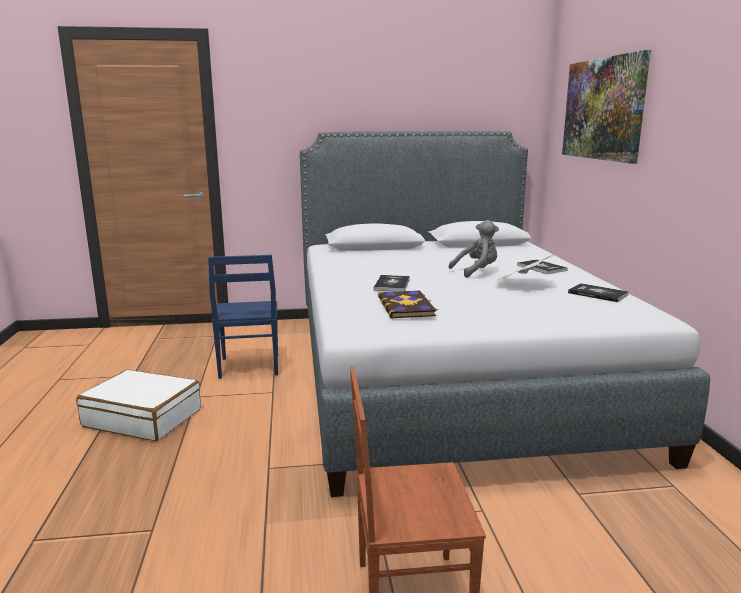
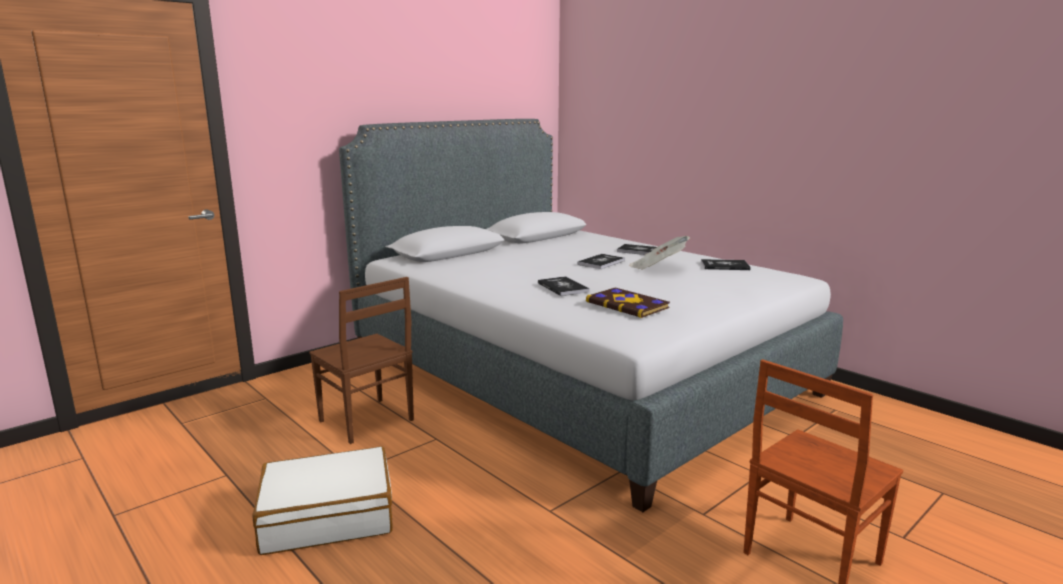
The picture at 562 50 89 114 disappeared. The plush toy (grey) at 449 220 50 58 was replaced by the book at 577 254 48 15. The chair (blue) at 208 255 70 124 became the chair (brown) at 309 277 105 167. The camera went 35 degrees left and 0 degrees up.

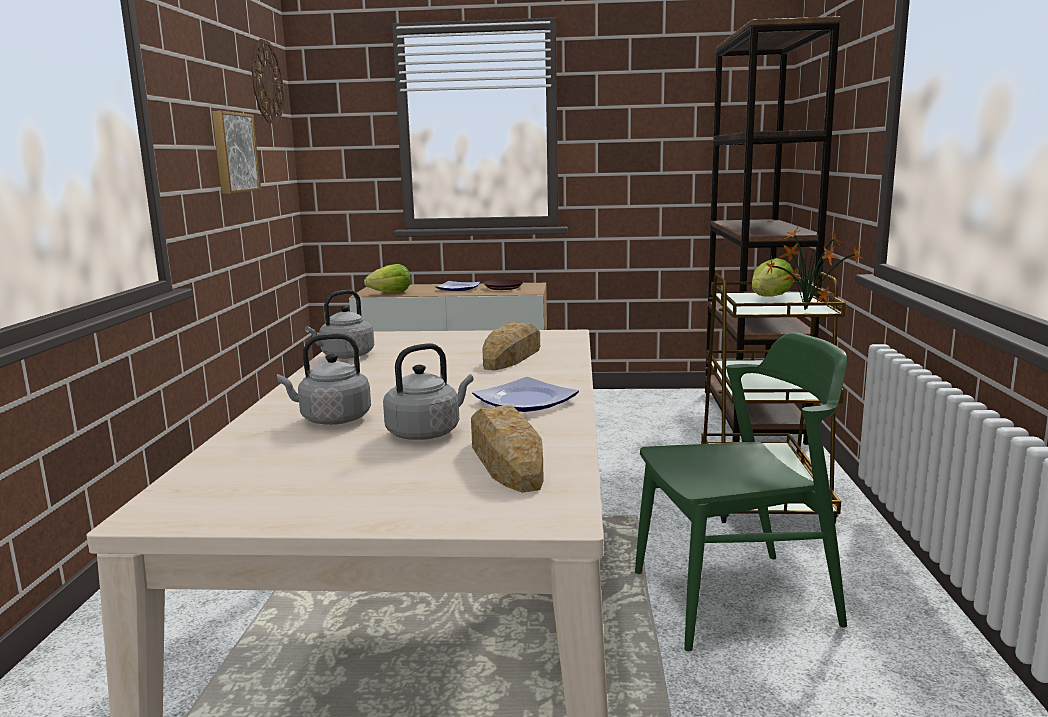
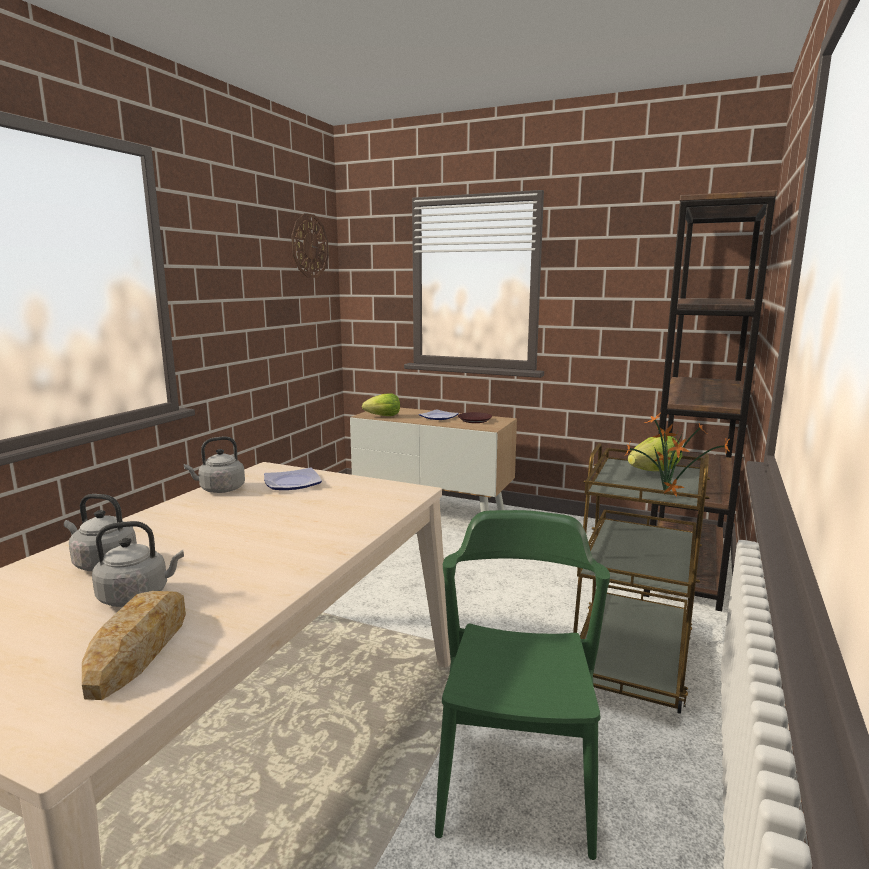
The picture at 212 111 49 83 disappeared. The bread at 482 322 58 48 disappeared. The chair (green) at 635 332 212 319 turned 90 degrees counterclockwise. The plate moved from 472 377 107 35 to 264 467 58 23. The camera went 20 degrees right and 0 degrees up.

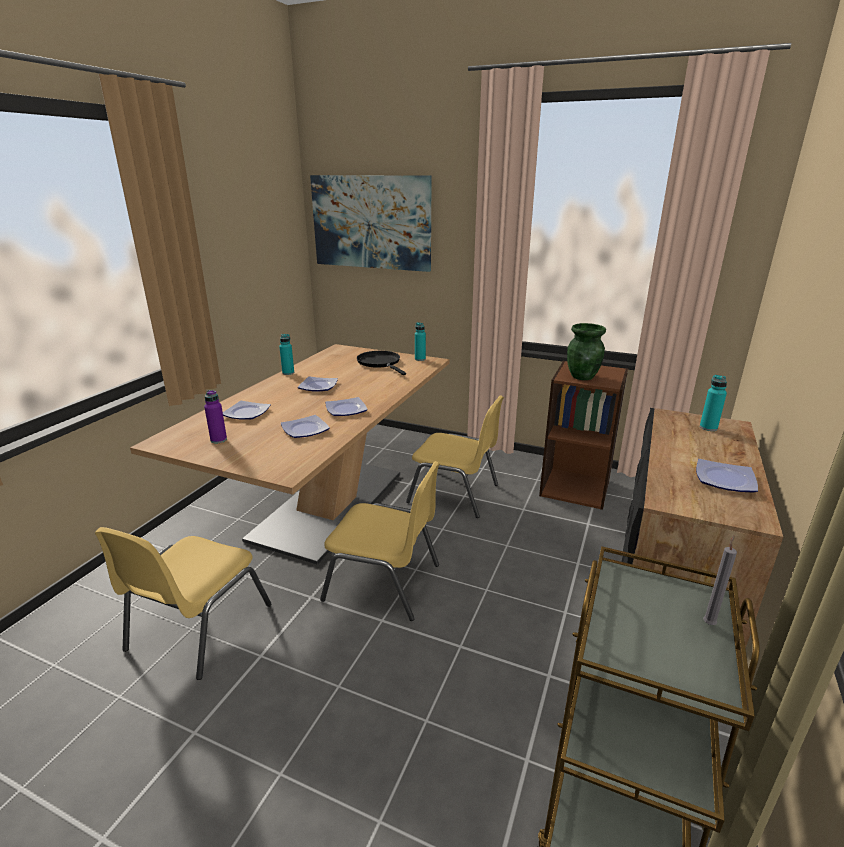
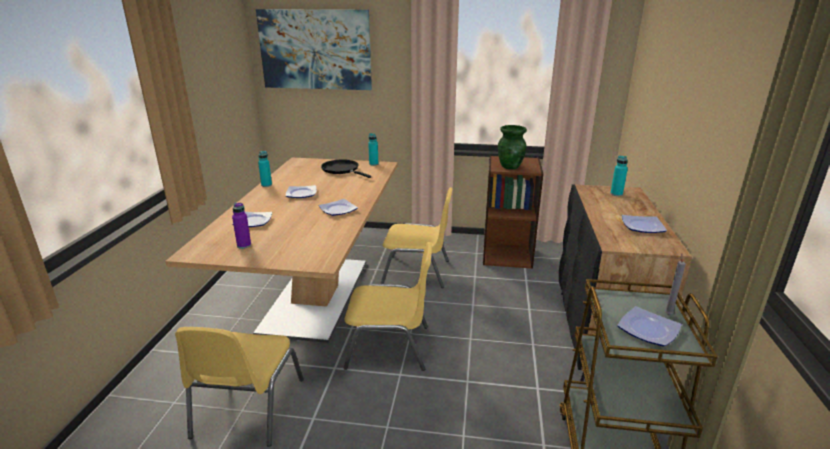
The plate moved from 281 415 49 23 to 617 306 65 40. The camera went 15 degrees left and 0 degrees up.

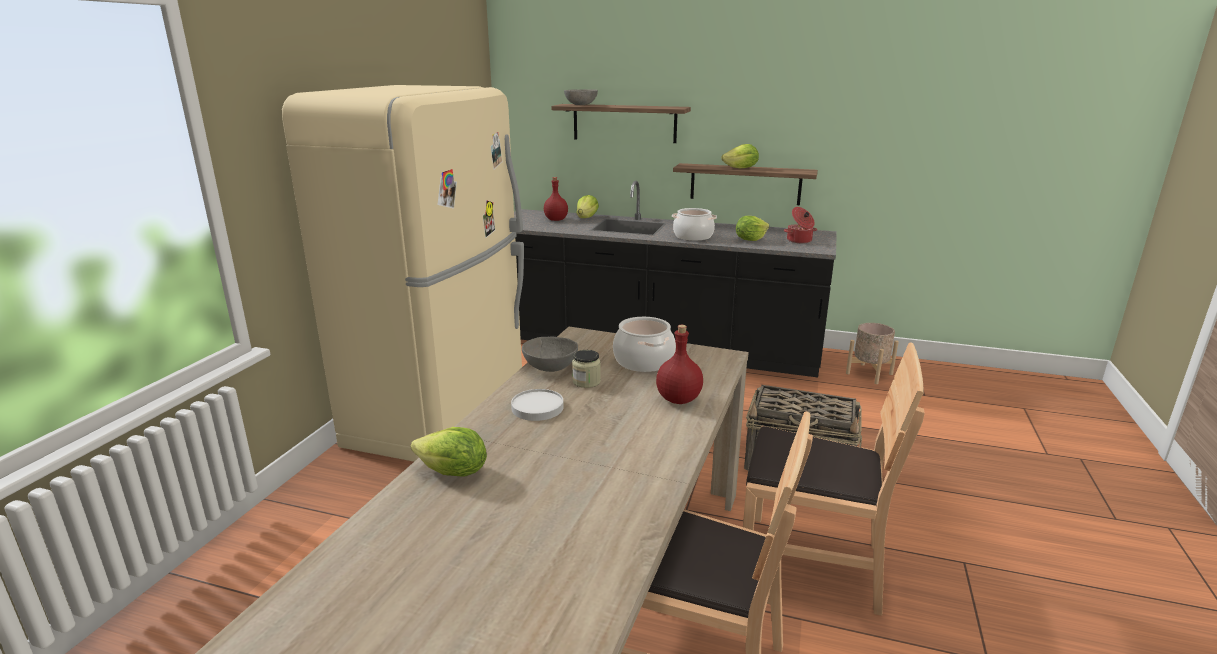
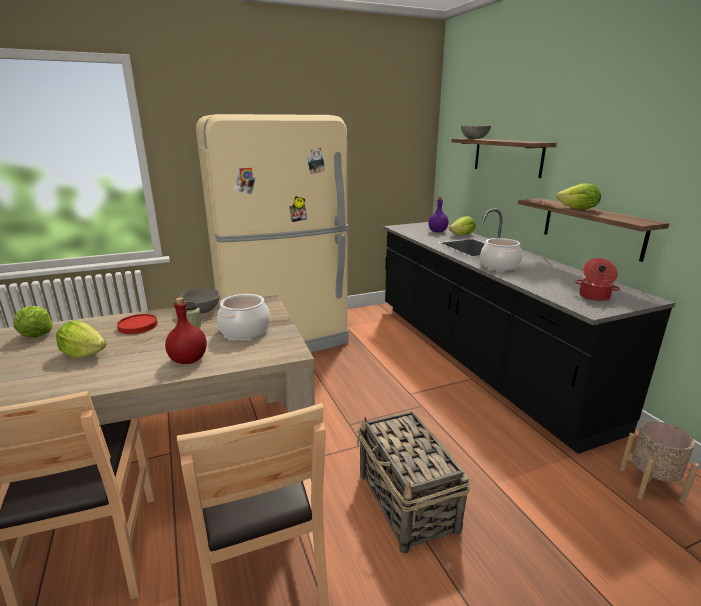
The bottle (red) at 544 177 24 44 became the bottle (purple) at 428 197 21 35. The lettuce moved from 736 216 33 25 to 56 320 51 38. The plate (white) at 511 389 53 32 became the plate (red) at 117 314 41 20. The camera went 50 degrees right and 0 degrees up.

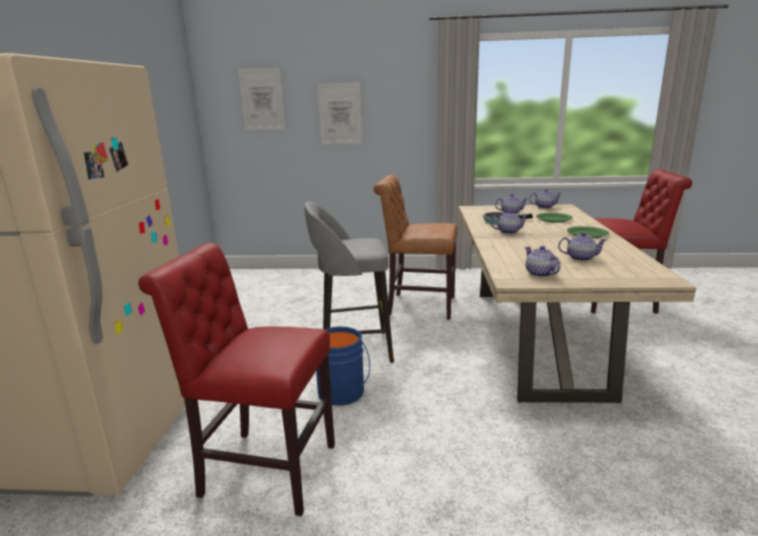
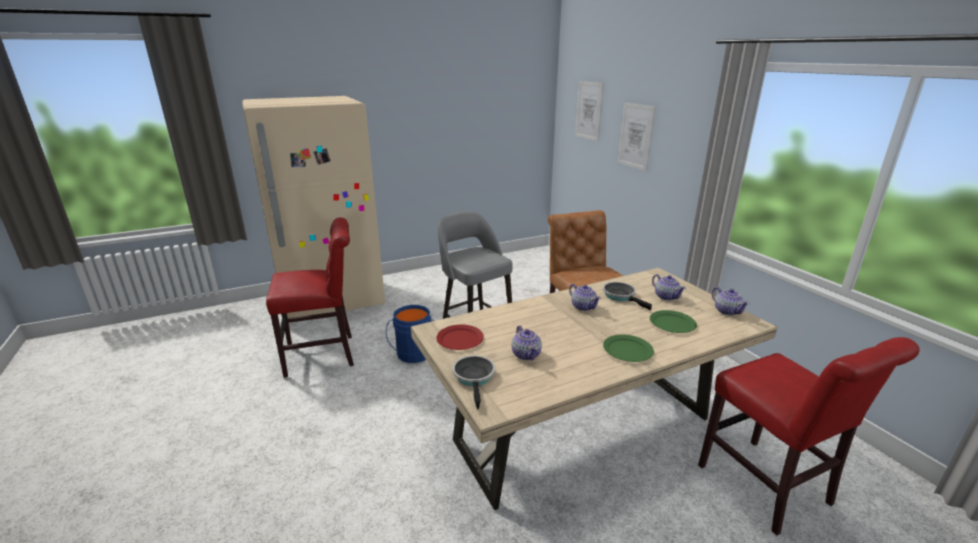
The chair (red) at 138 243 197 273 turned 90 degrees clockwise. The teapot at 525 246 36 31 was replaced by the plate (red) at 436 325 48 25. The frying pan at 452 355 43 55 appeared. The camera went 60 degrees right and 5 degrees up.

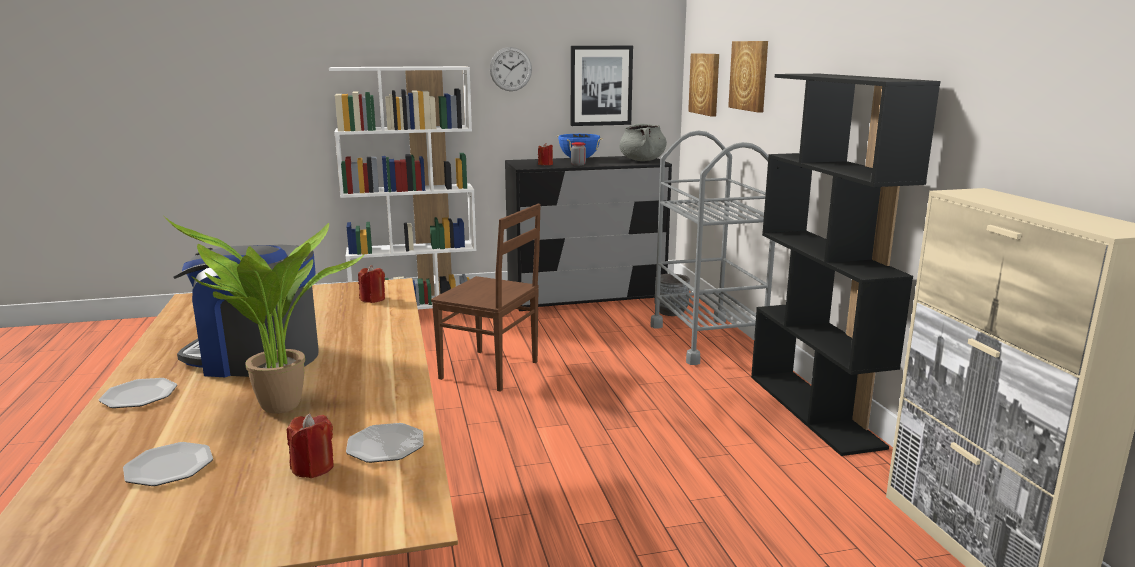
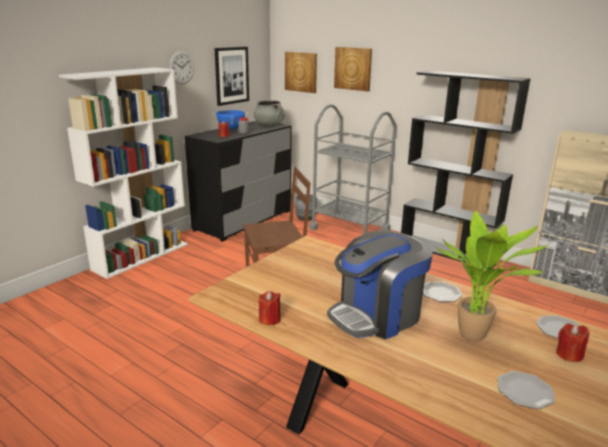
The candle (red) moved from 358 265 27 38 to 259 291 22 34. The plate moved from 99 378 78 30 to 423 282 39 20. The camera went 40 degrees left and 5 degrees up.

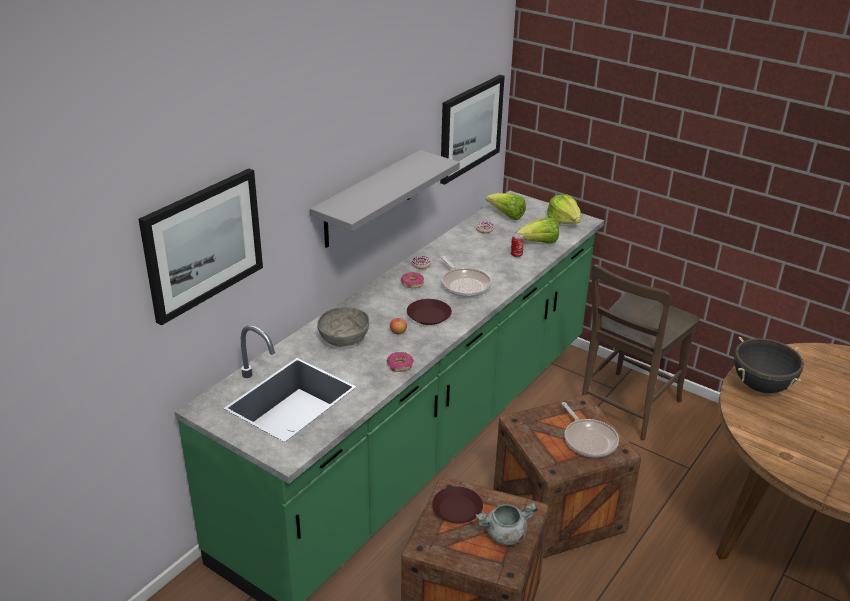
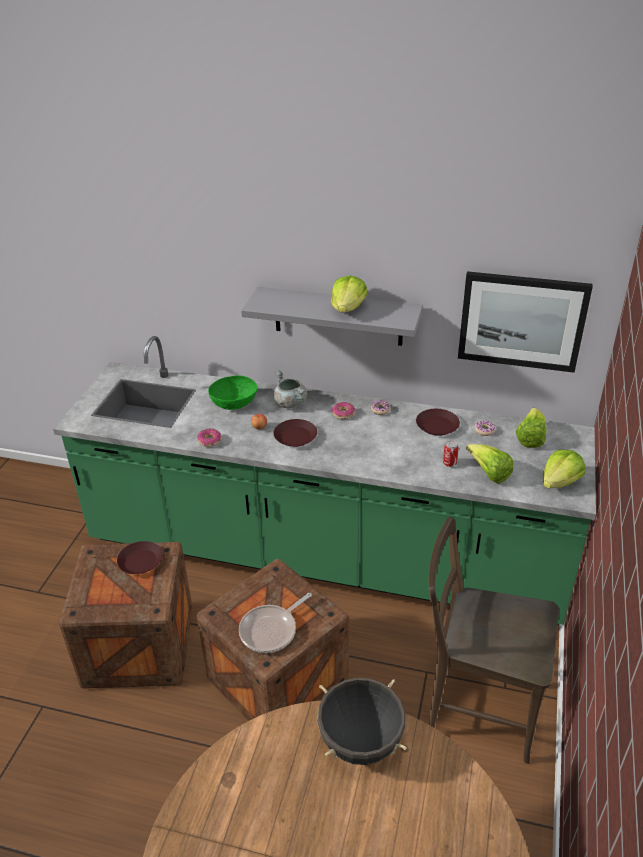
The picture at 139 169 124 157 disappeared. The frying pan at 441 256 51 41 disappeared. The bowl (grey) at 317 307 52 40 became the bowl (green) at 208 376 50 34. The cooking pot (grey) moved from 476 502 60 43 to 274 371 33 37. The lettuce at 331 276 37 37 appeared. The plate (brown) at 416 409 44 27 appeared. The camera went 70 degrees right and 5 degrees up.

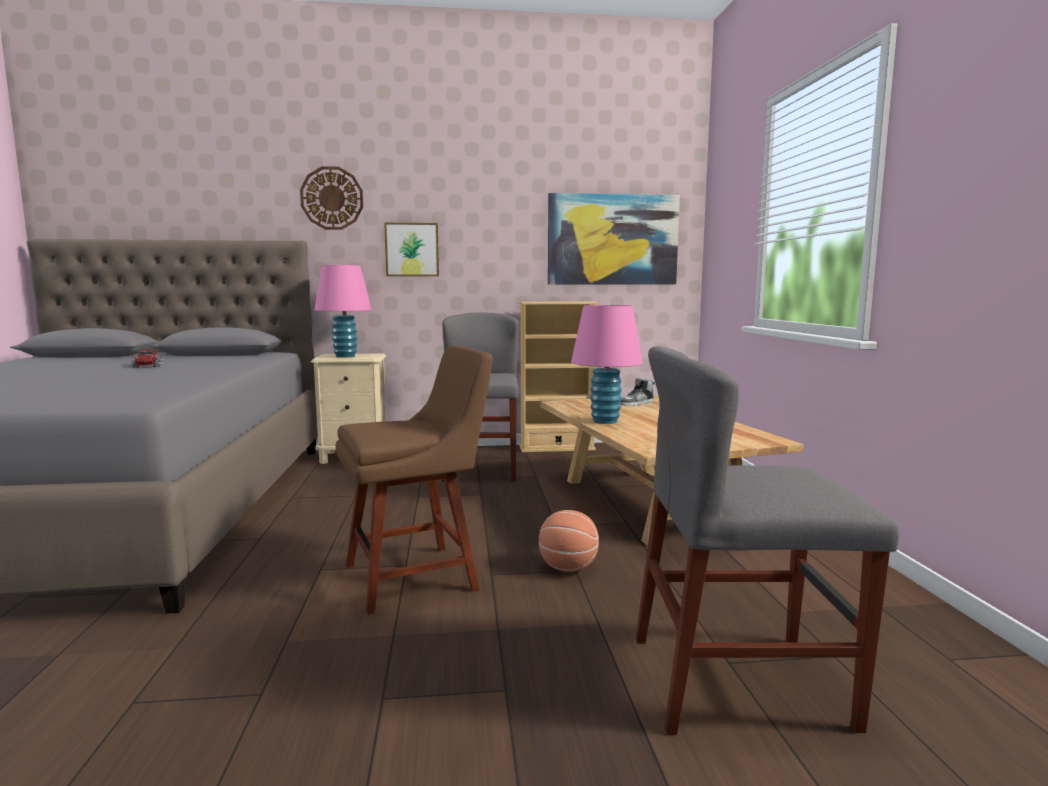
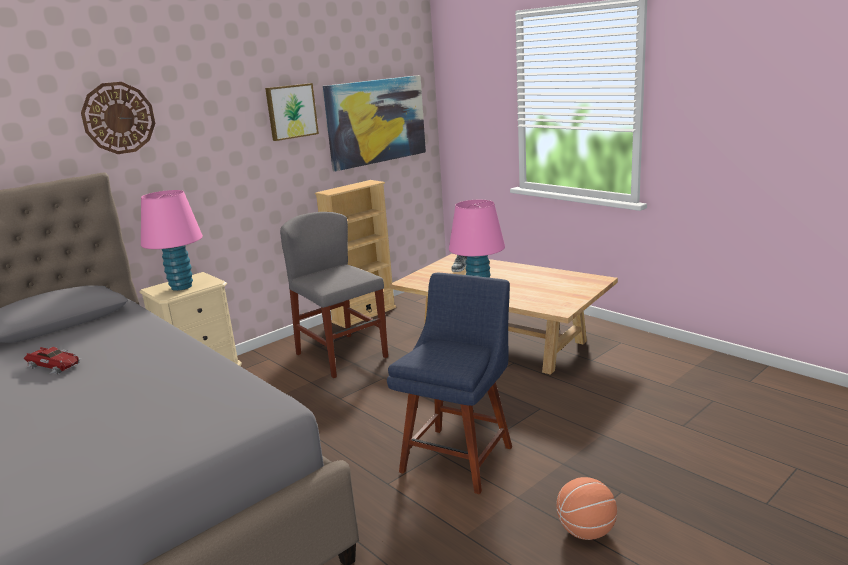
The picture moved from 384 222 55 54 to 265 83 54 58. The chair (brown) at 336 345 157 269 became the chair (blue) at 387 273 125 221. The chair (grey) at 636 346 263 389 disappeared. The basketball moved from 539 510 60 62 to 556 477 61 63. The camera went 35 degrees left and 10 degrees up.

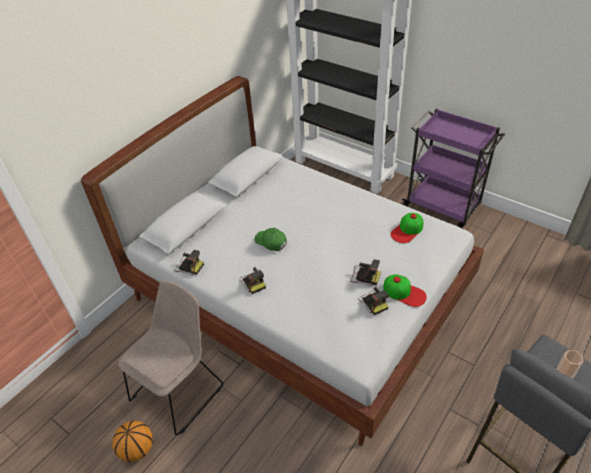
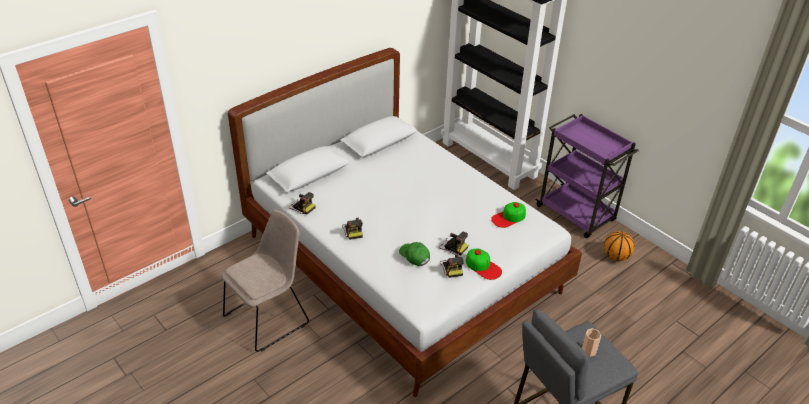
The cap (green) moved from 254 228 33 23 to 399 242 31 24. The basketball moved from 112 421 41 41 to 604 231 31 30. The camera went 10 degrees right and 5 degrees down.

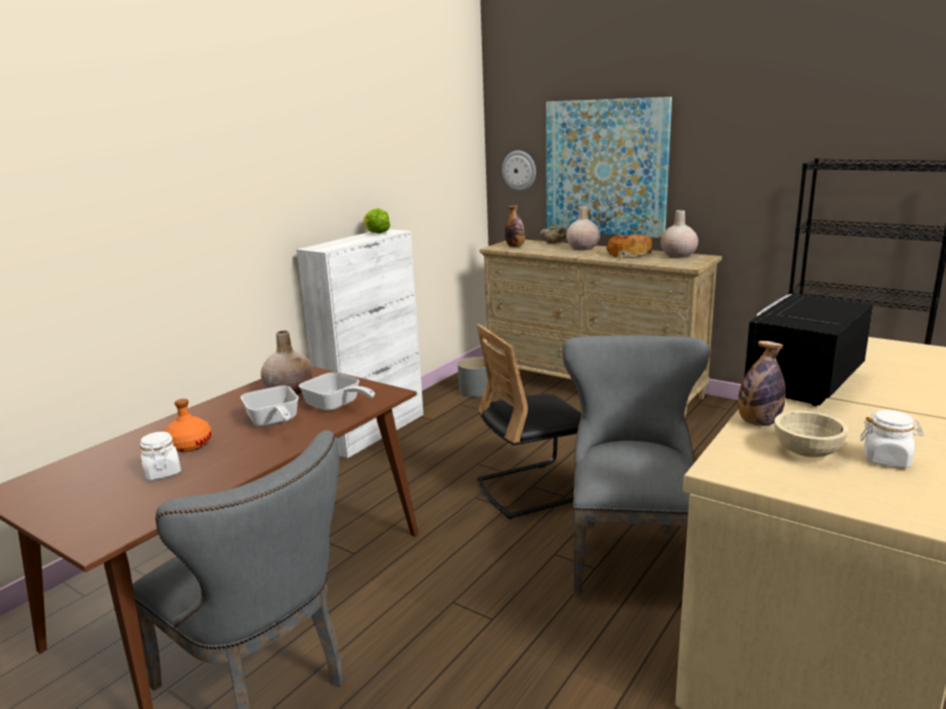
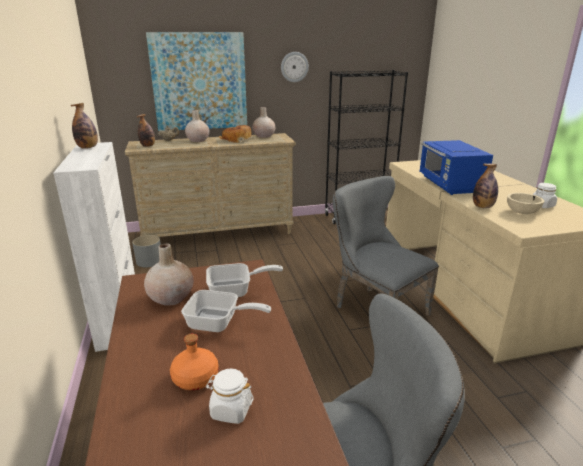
The wall clock moved from 502 151 34 40 to 281 52 28 30. The lettuce at 363 208 27 25 was replaced by the bottle at 71 103 27 46. The microwave (black) at 744 293 129 113 became the microwave (blue) at 420 140 73 55. The chair (black) at 476 324 106 195 disappeared. The camera went 50 degrees left and 5 degrees up.

